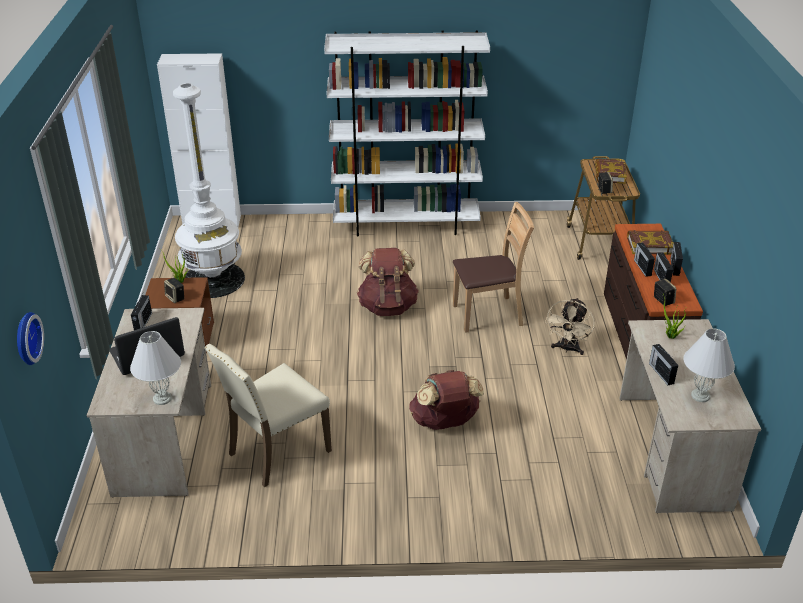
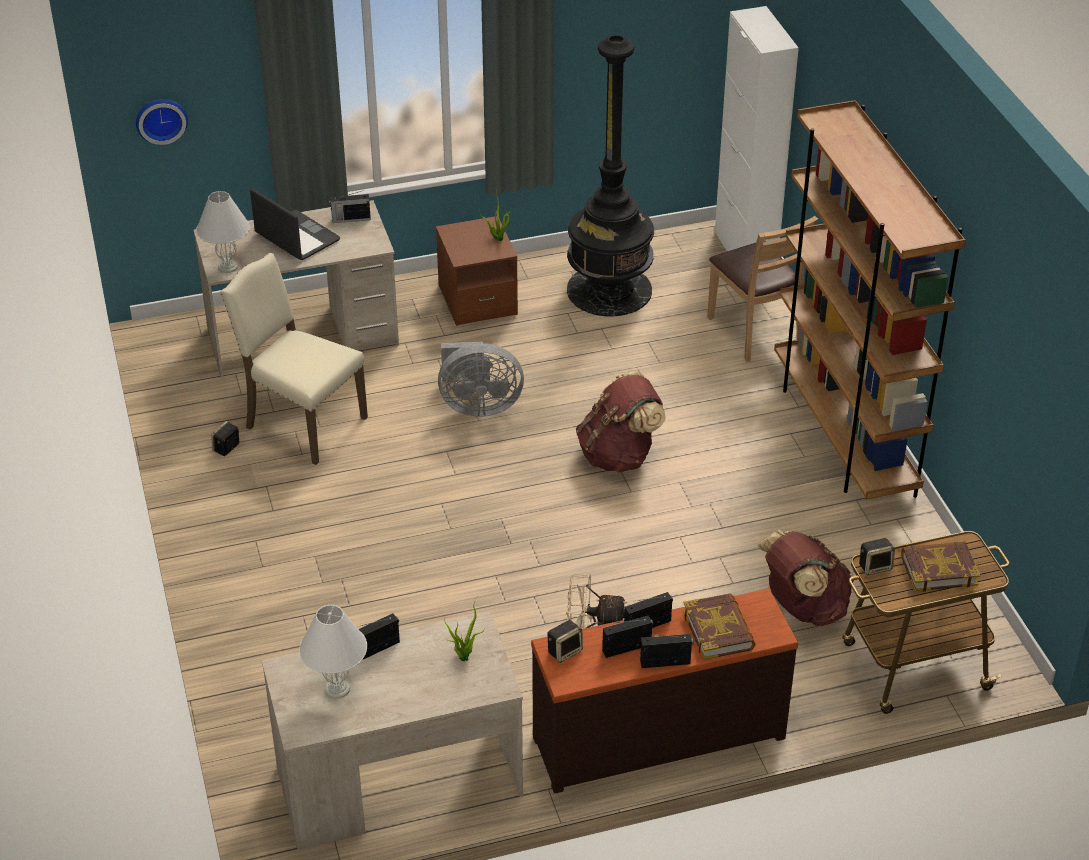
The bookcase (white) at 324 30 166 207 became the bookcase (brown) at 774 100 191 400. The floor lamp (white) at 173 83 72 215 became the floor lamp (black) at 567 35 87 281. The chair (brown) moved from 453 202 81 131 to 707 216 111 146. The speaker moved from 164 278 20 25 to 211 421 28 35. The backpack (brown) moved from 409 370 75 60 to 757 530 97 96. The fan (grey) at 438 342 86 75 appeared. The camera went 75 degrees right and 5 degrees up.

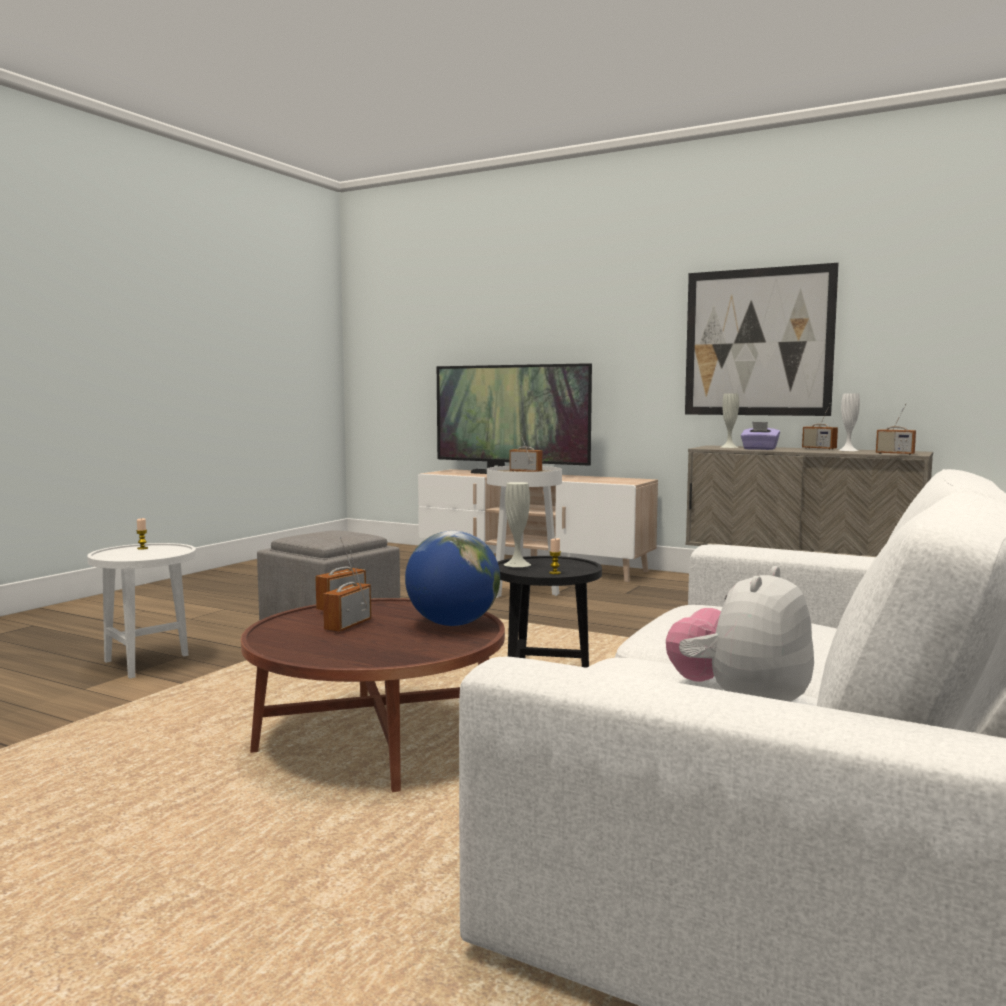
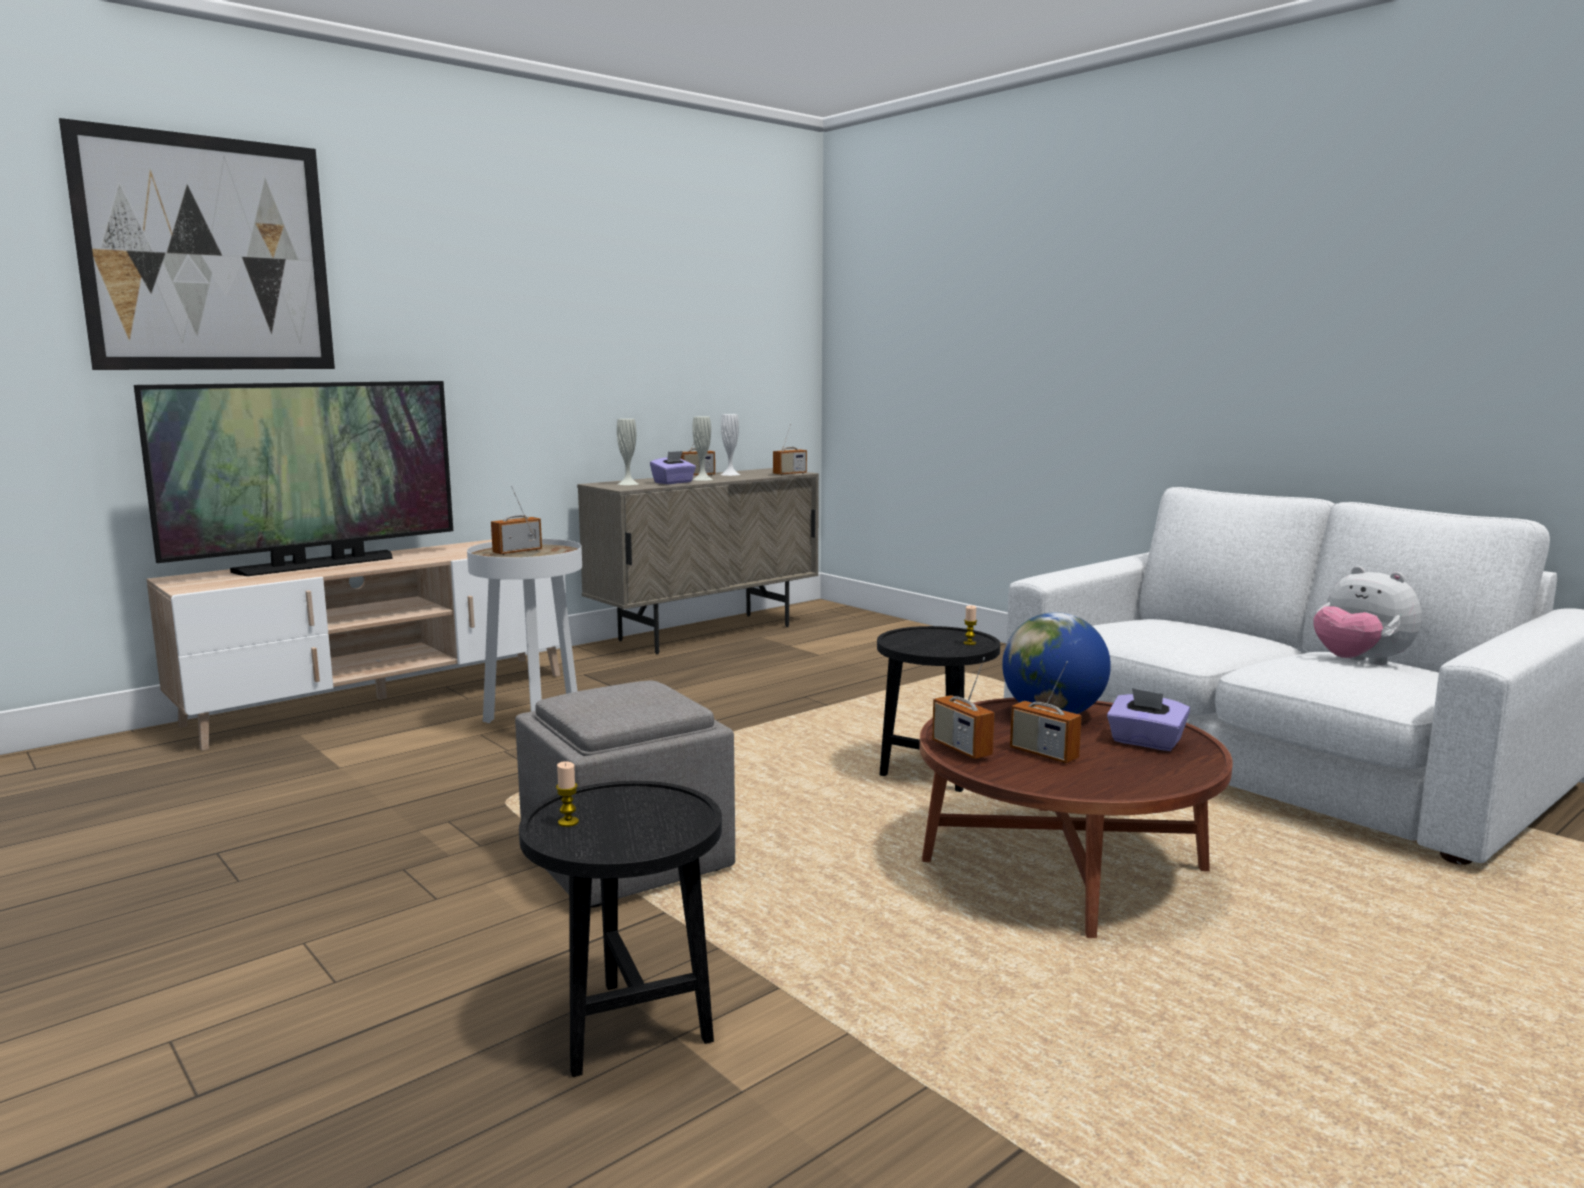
The picture moved from 685 263 154 153 to 59 118 276 252. The vase (white) moved from 504 482 27 85 to 692 417 21 64. The side table (white) at 87 543 109 135 became the side table (black) at 519 781 203 296. The tissue box (purple) at 1107 688 83 63 appeared. The camera went 70 degrees left and 5 degrees up.

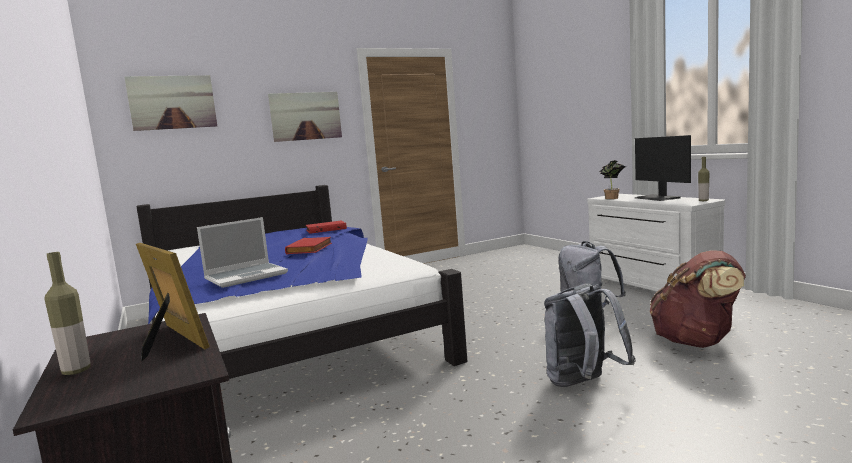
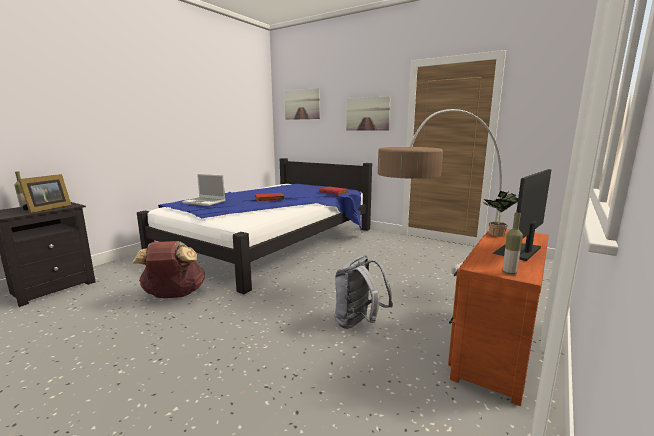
The dresser (white) at 587 194 138 97 became the dresser (brown) at 448 229 101 177. The backpack (brown) moved from 650 250 96 98 to 132 241 73 57. The backpack (grey) at 544 284 92 103 disappeared. The floor lamp at 378 109 124 163 appeared. The camera went 60 degrees right and 5 degrees up.

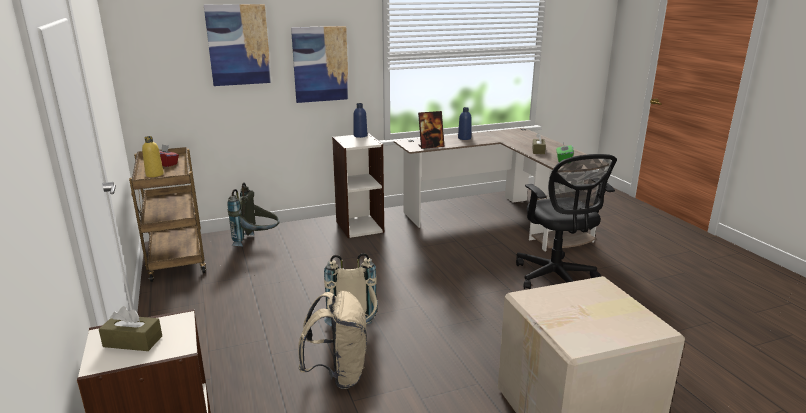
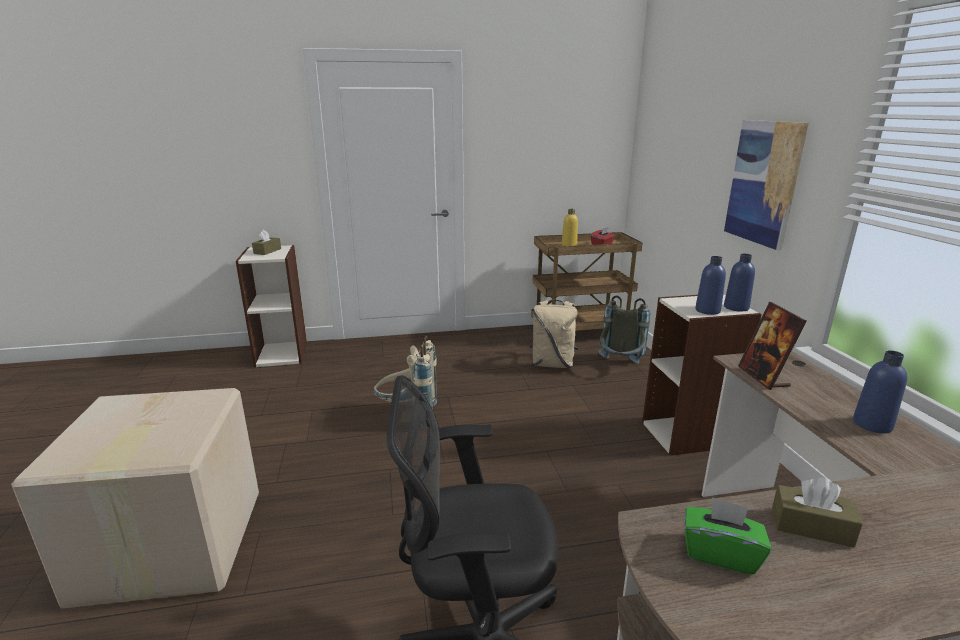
The picture at 204 4 68 82 disappeared. The backpack (beige) moved from 298 290 69 99 to 530 300 48 68. The bottle (blue) at 695 256 31 59 appeared. The camera went 100 degrees right and 0 degrees up.

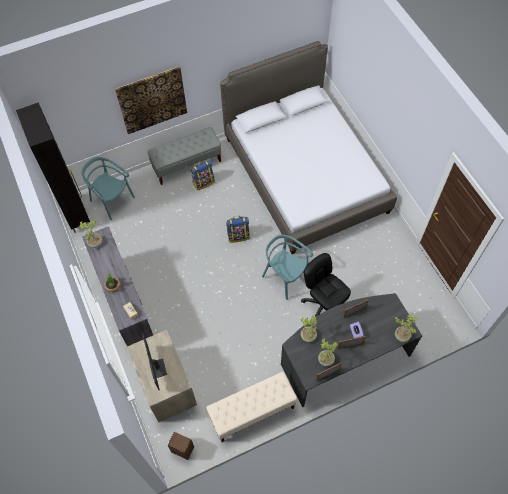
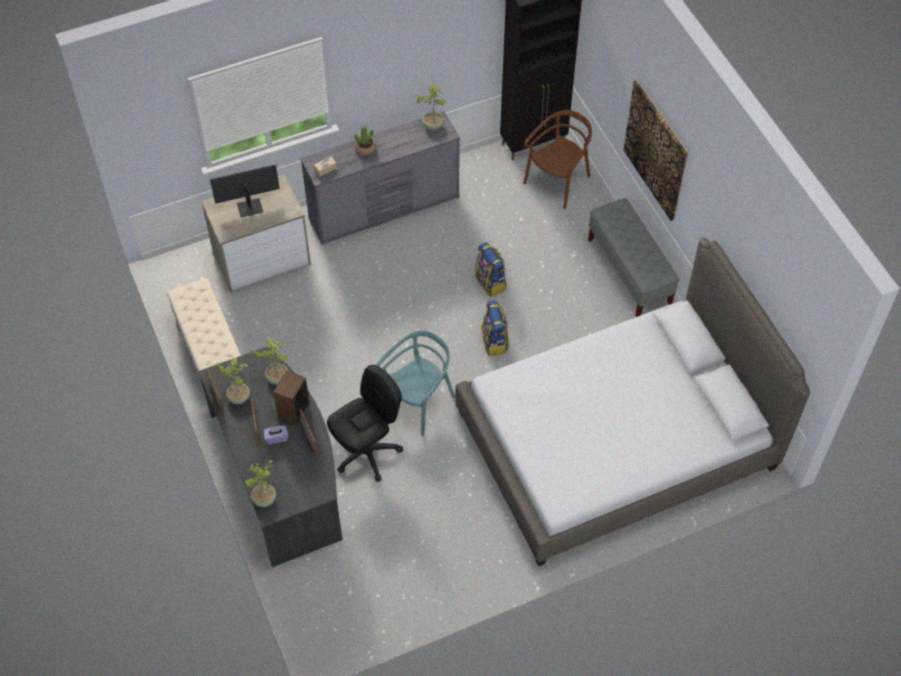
The chair (turquoise) at 82 157 53 63 became the chair (brown) at 523 110 69 99. The backpack moved from 191 160 24 30 to 475 242 31 55. The speaker moved from 167 432 27 28 to 273 370 37 55. The camera went 90 degrees right and 5 degrees down.

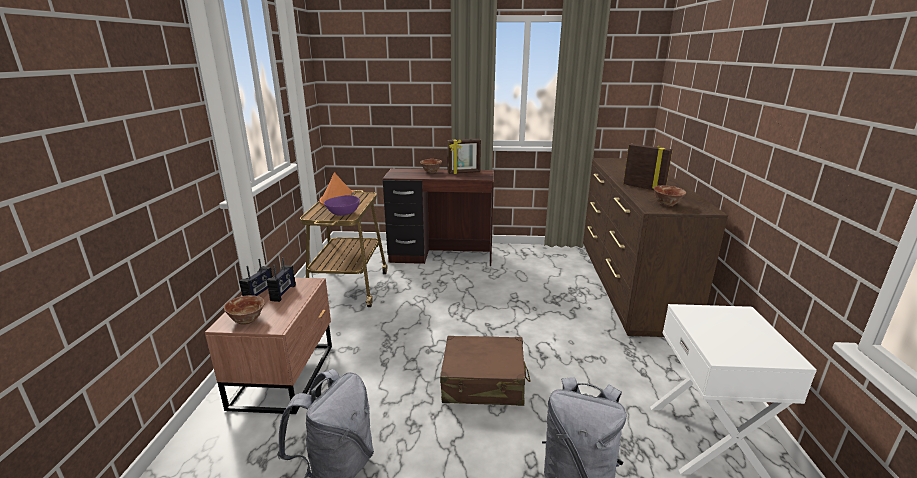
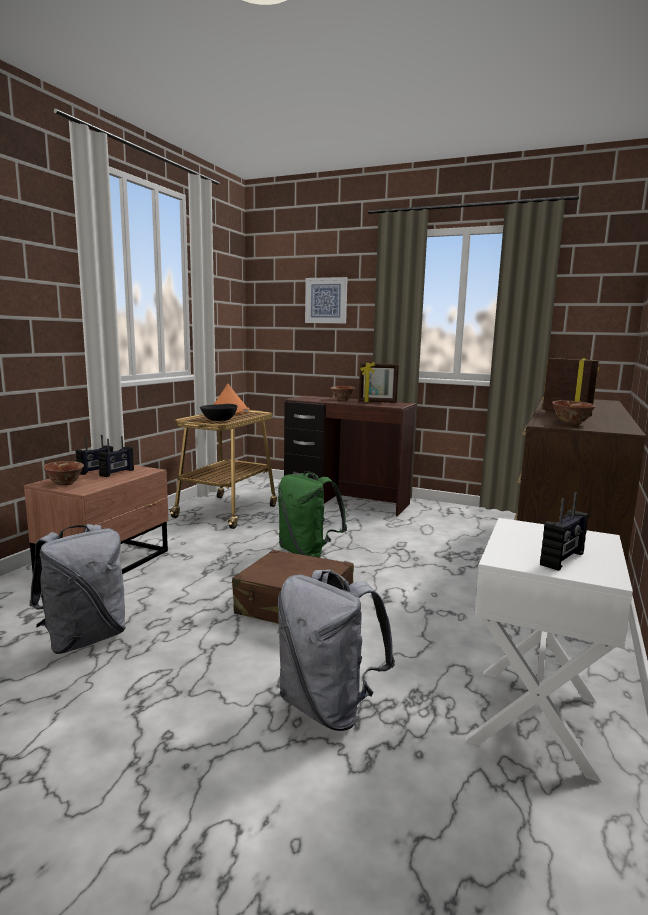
The bowl (purple) at 324 195 36 21 became the bowl (black) at 200 404 37 17. The picture at 305 277 43 47 appeared. The backpack (green) at 278 471 69 87 appeared. The radio at 540 492 48 79 appeared. The camera went 20 degrees right and 10 degrees down.

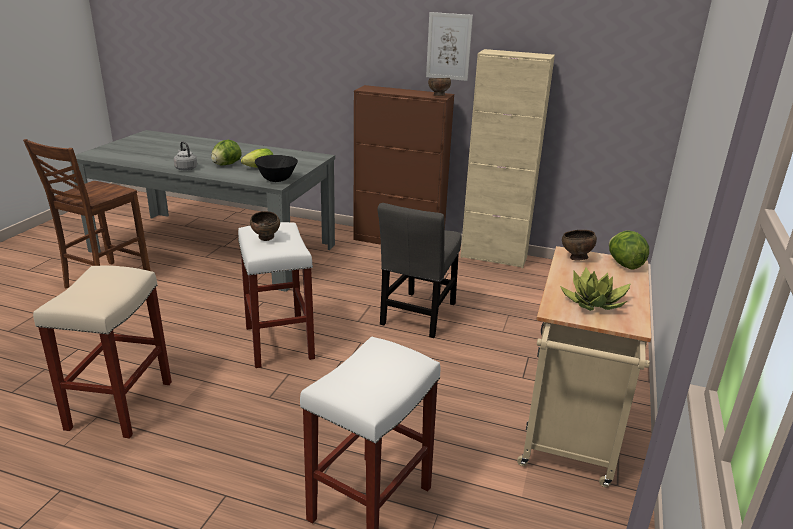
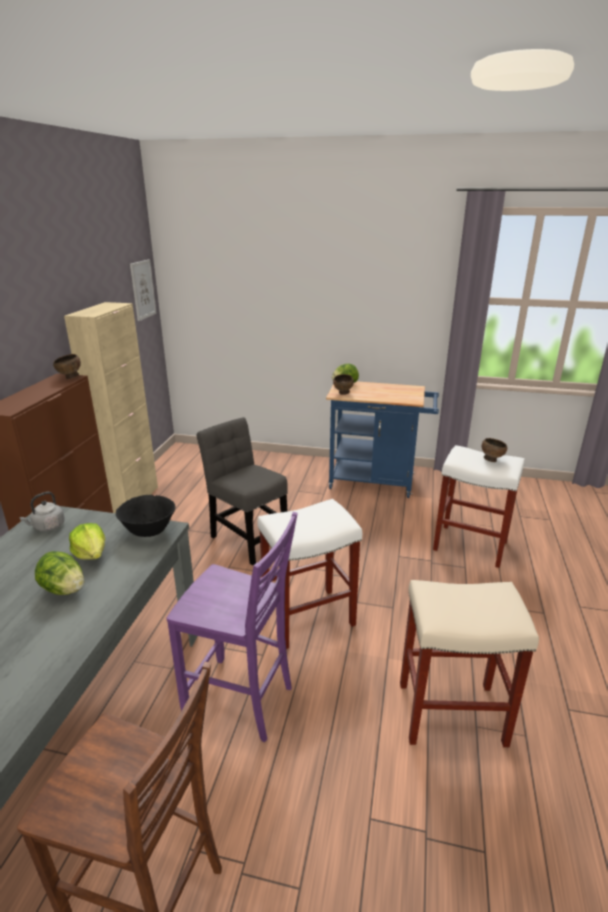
The picture moved from 426 12 47 69 to 130 259 27 62. The kettle (grey) moved from 174 141 23 30 to 19 492 46 39. The chair (grey) at 378 203 83 135 turned 150 degrees counterclockwise. The bowl (brown) moved from 250 211 30 30 to 482 438 25 24. The cart (beige) at 517 246 134 241 became the cart (blue) at 326 381 113 117. The potted plant at 560 267 71 44 disappeared. The chair (purple) at 167 512 131 230 appeared. The camera went 95 degrees left and 0 degrees up.

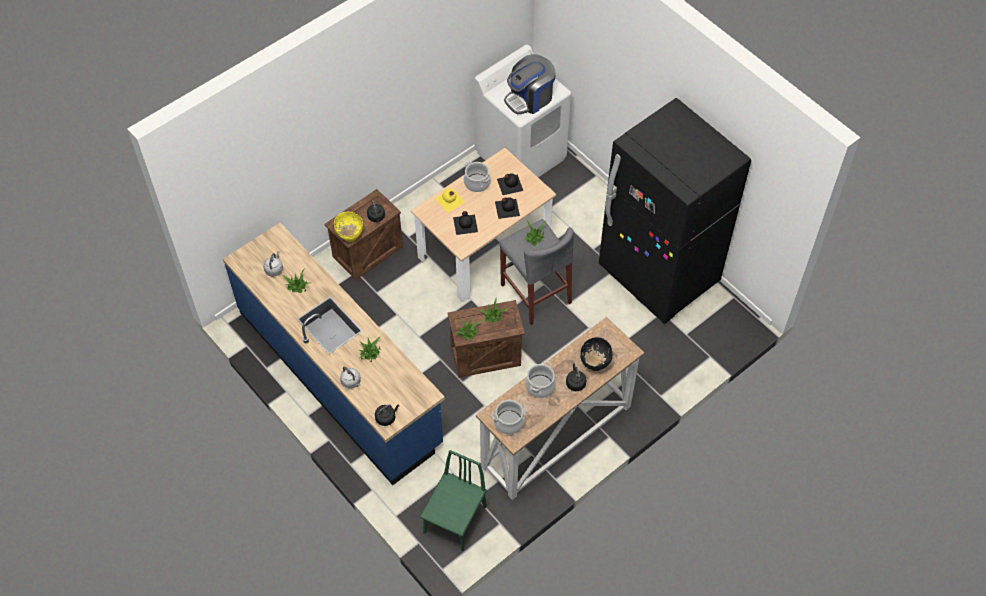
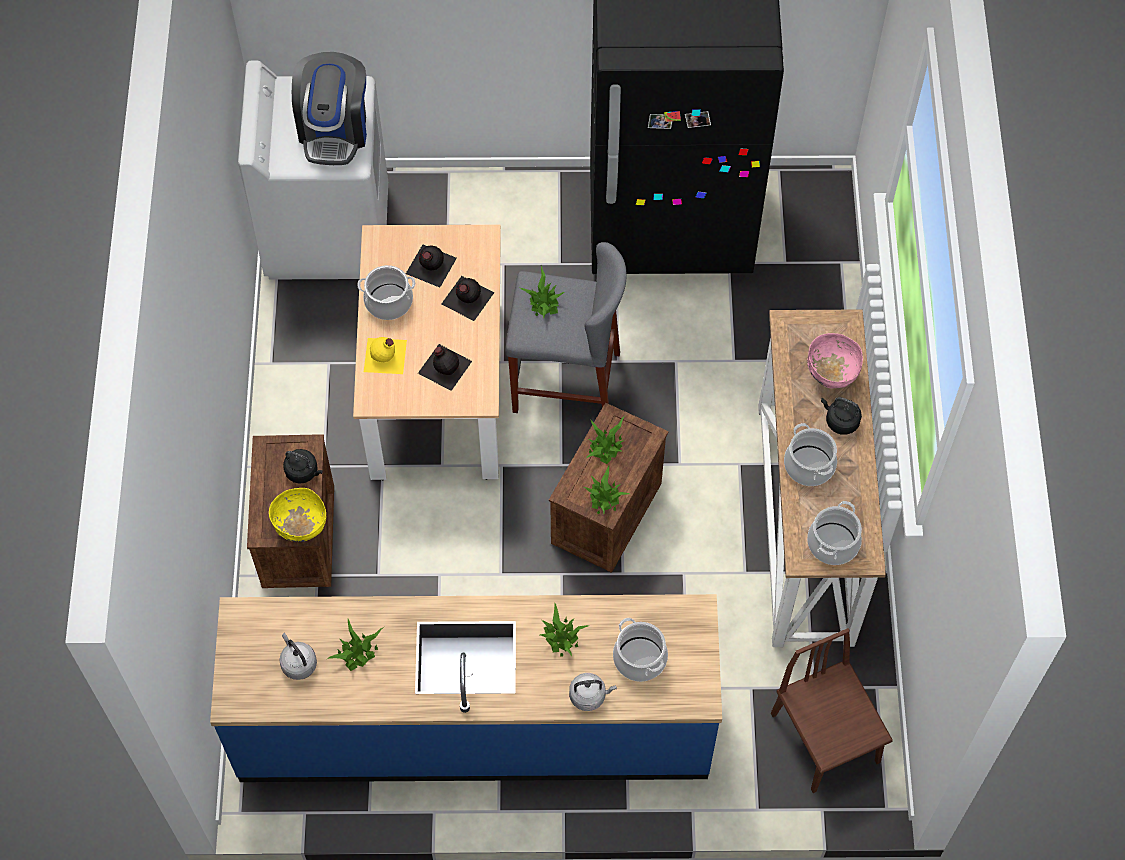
The bowl (black) at 580 337 33 34 became the bowl (pink) at 807 333 56 55. The kettle (black) at 375 404 24 22 disappeared. The chair (green) at 420 450 67 101 became the chair (brown) at 771 628 122 165. The cooking pot at 613 618 55 64 appeared. The camera went 50 degrees left and 5 degrees up.

